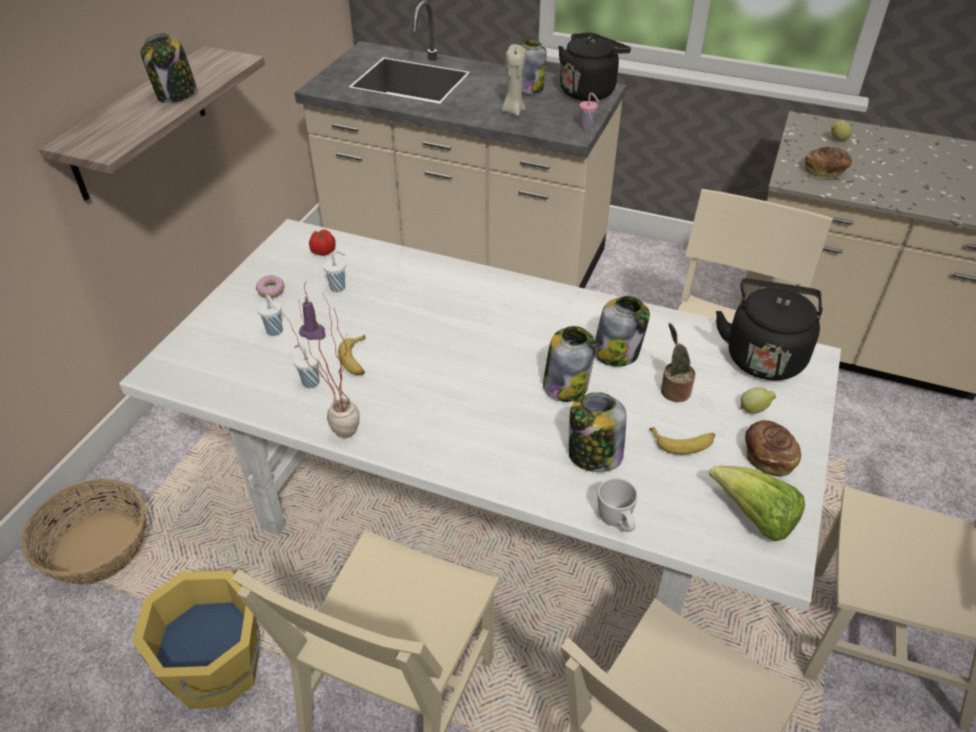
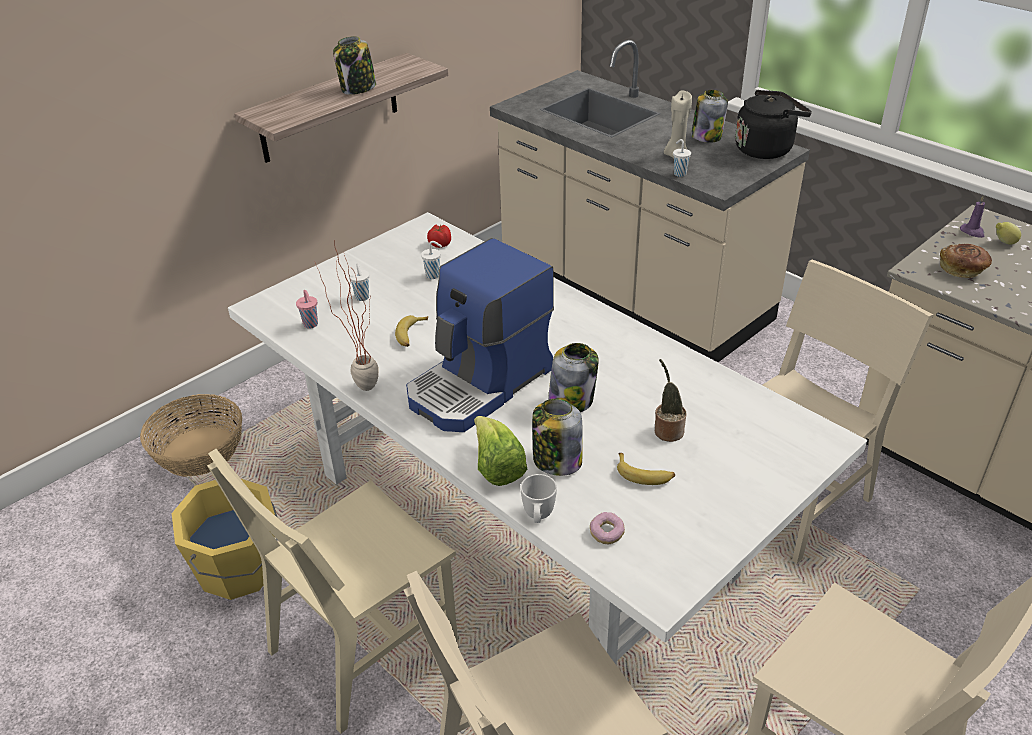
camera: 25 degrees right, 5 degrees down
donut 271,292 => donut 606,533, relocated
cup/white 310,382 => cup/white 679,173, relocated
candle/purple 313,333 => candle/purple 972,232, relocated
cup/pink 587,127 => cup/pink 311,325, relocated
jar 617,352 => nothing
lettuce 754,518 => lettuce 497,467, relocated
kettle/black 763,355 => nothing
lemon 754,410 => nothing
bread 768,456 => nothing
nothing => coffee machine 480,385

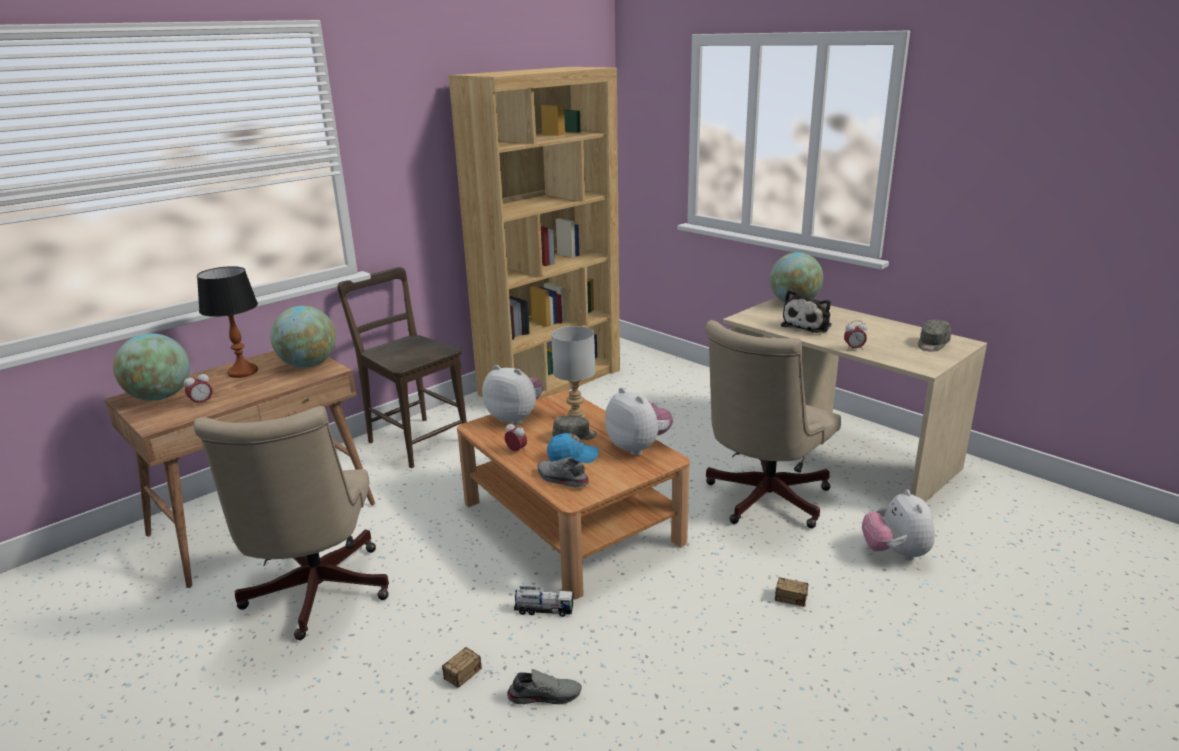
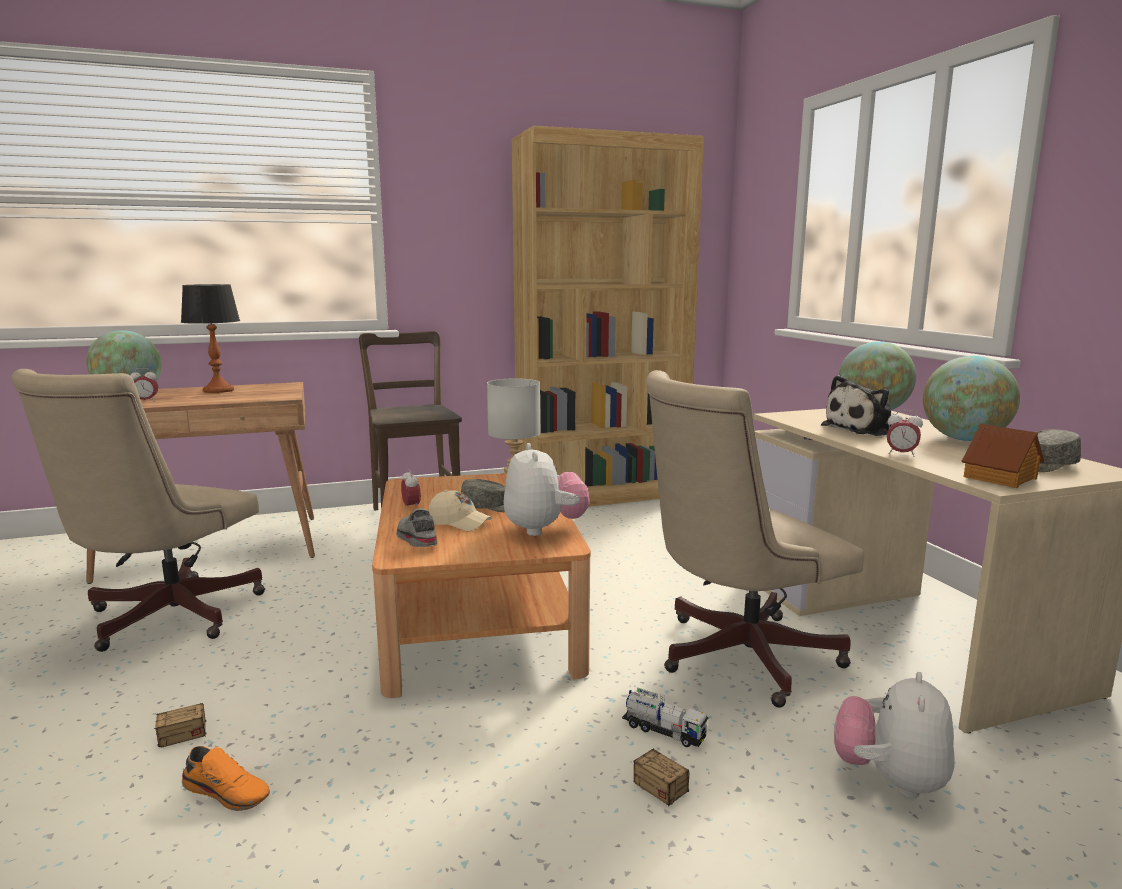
camera: 25 degrees right, 10 degrees down
globe 308,365 => globe 964,439, relocated
plush toy 515,418 => nothing
shoe/grey 544,695 => shoe/orange 228,791
toy truck 544,610 => toy truck 664,731, relocated
cap/blue 573,457 => cap/beige 459,523
nothing => toy house 1001,478

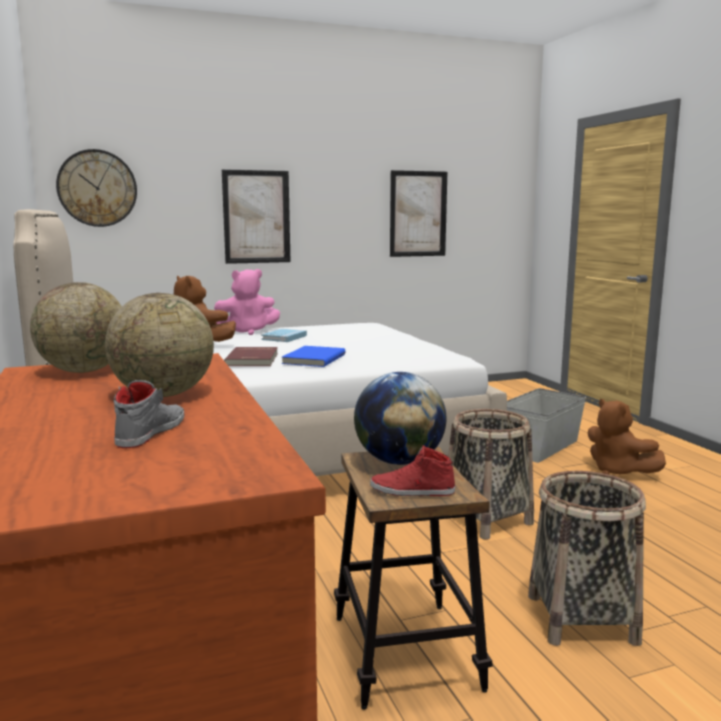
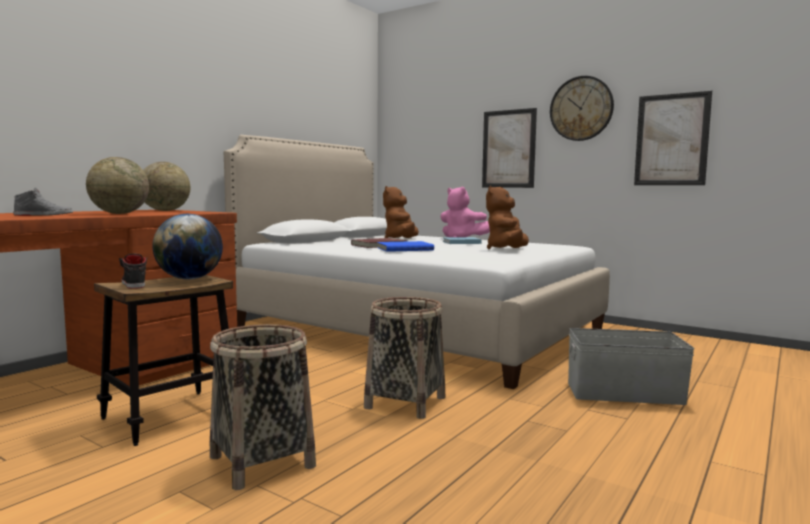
camera: 55 degrees right, 5 degrees down
wall clock 97,188 => wall clock 581,108, relocated
shoe/red 412,490 => shoe/black 134,284
plush toy/brown 618,471 => plush toy/brown 506,250, relocated

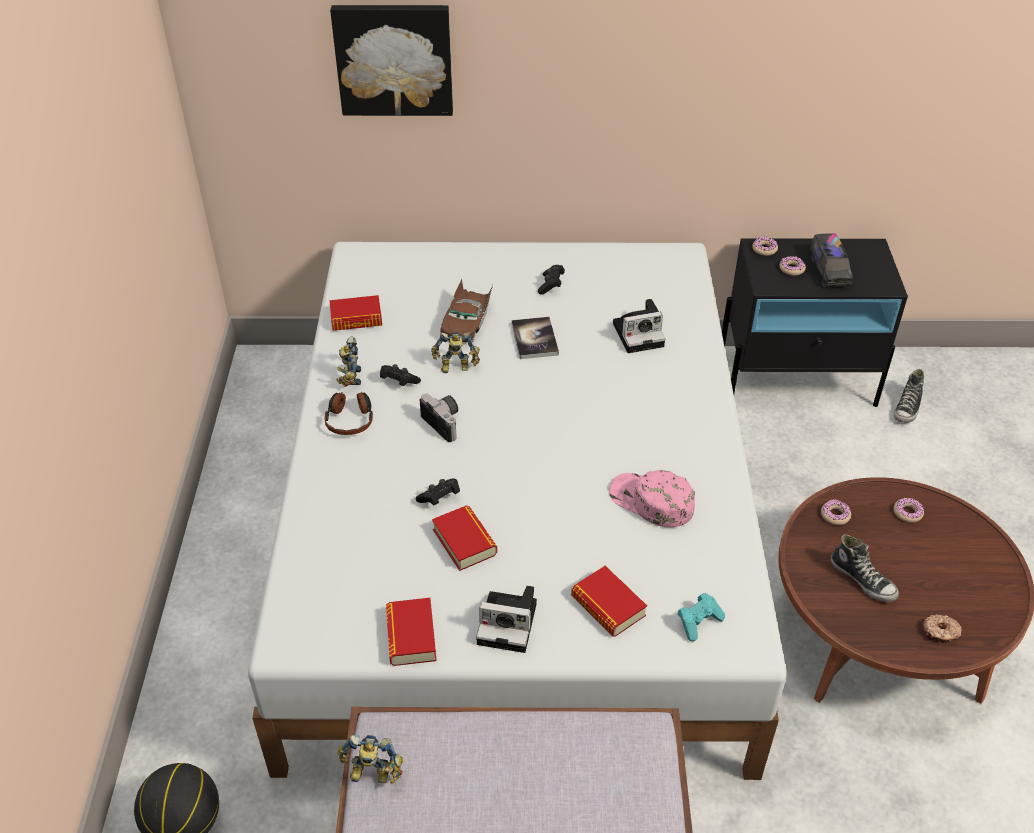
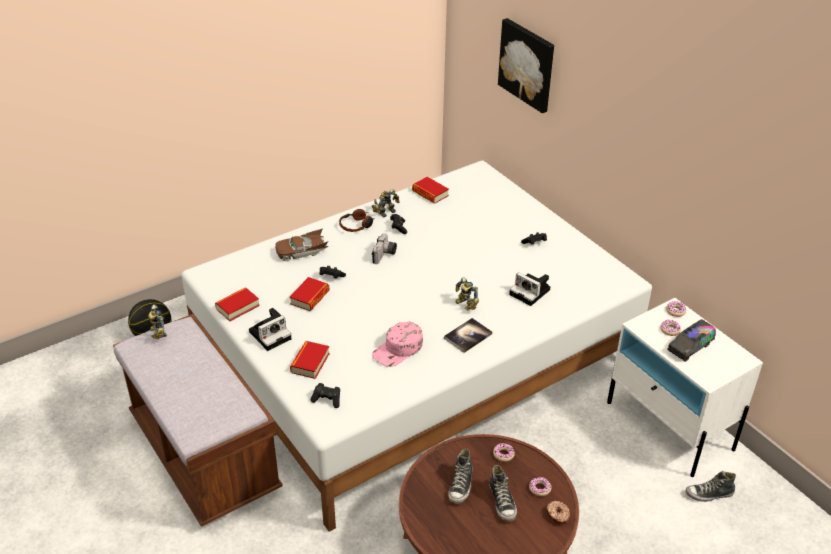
camera: 55 degrees right, 5 degrees down
toy robot 456,368 => toy robot 464,305, relocated
toy car/brown 467,322 => toy car/brown 301,252, relocated
photo camera 510,623 => photo camera 271,334, 105 degrees counterclockwise
book 534,339 => book 468,336, relocated
cap/pink 651,501 => cap/pink 398,349, 135 degrees counterclockwise
game controller/turquoise 698,622 => game controller/black 327,400
nightstand/black 797,380 => nightstand/white 670,426
donut 940,632 => donut 557,515, relocated
nothing => shoe 502,502

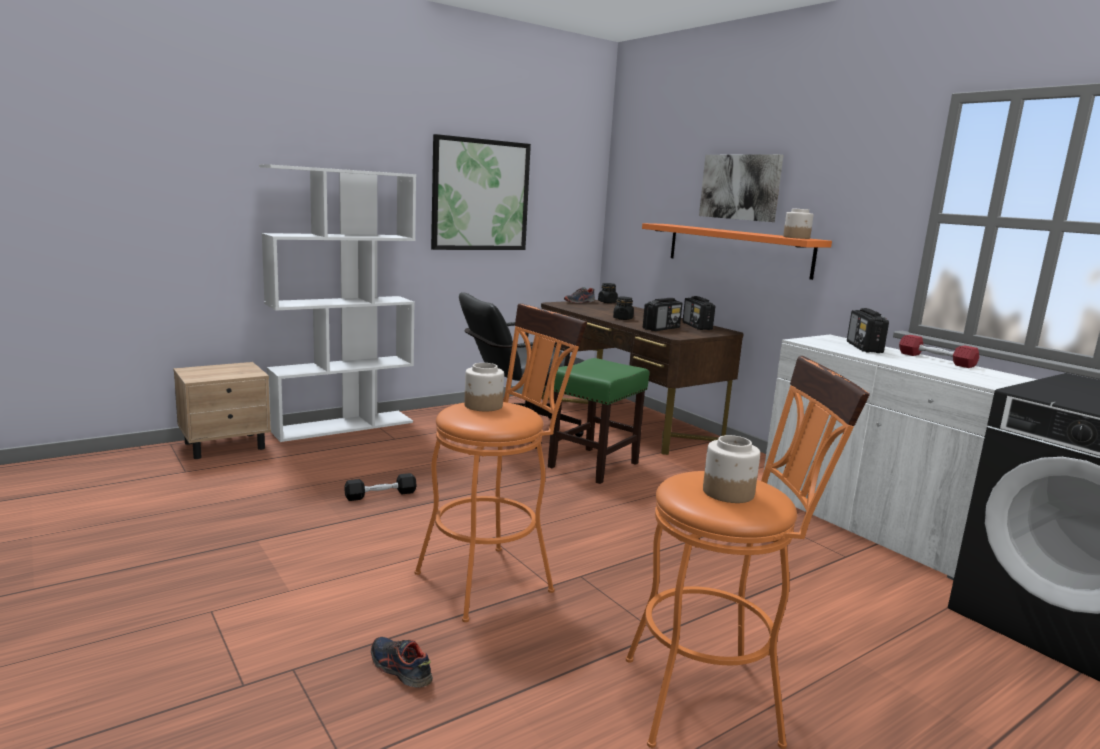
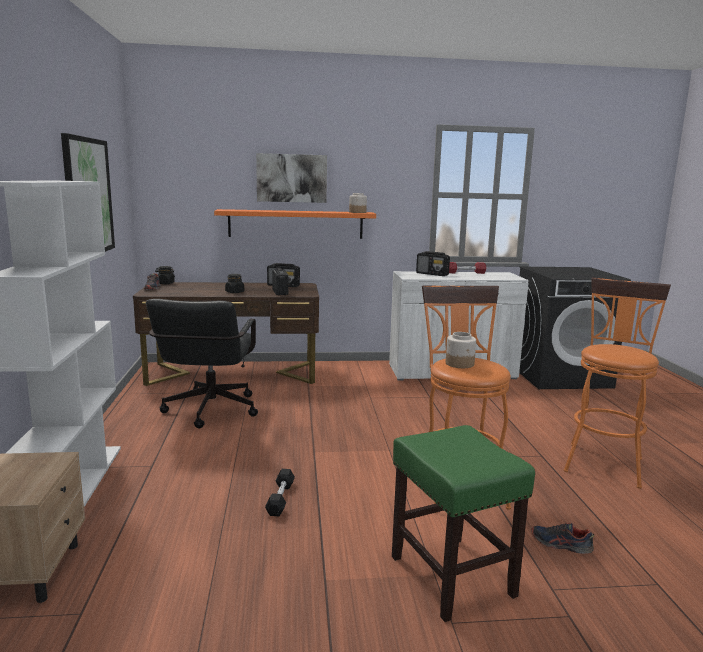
camera: 60 degrees left, 0 degrees up
shoe 400,669 => shoe 561,544, 45 degrees clockwise
stool/green 594,465 => stool/green 450,575, relocated
jar 727,493 => nothing

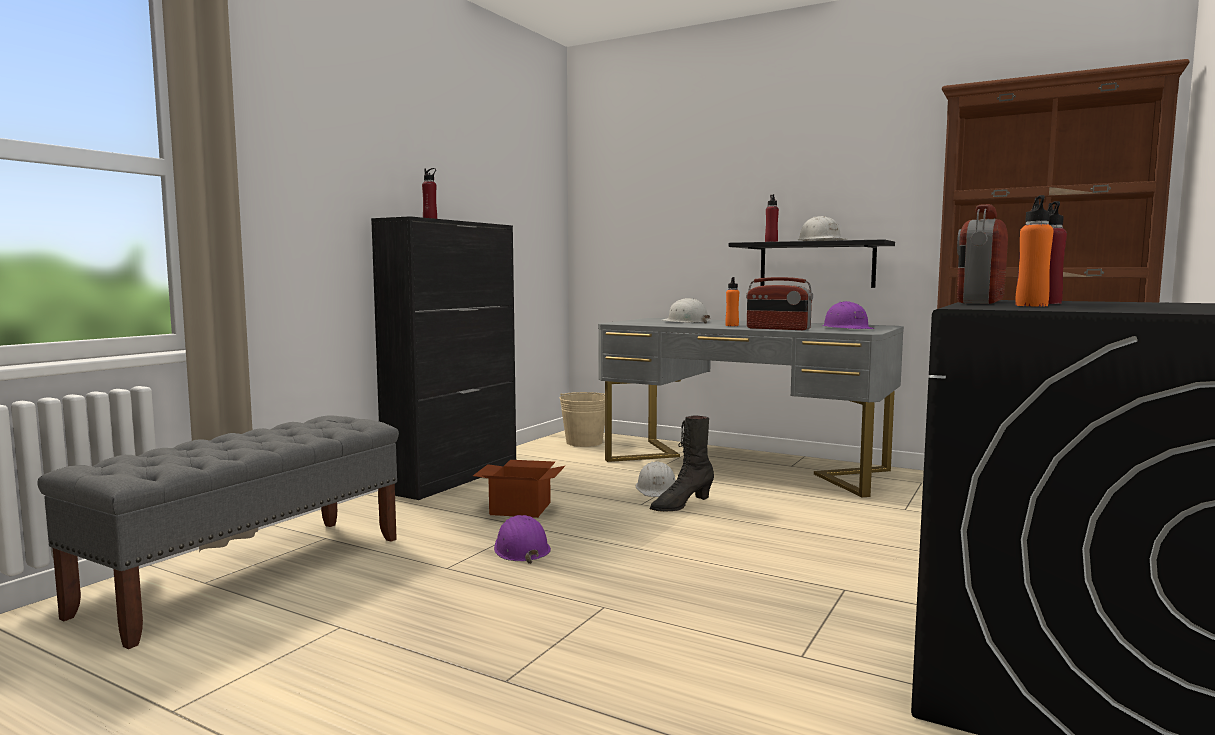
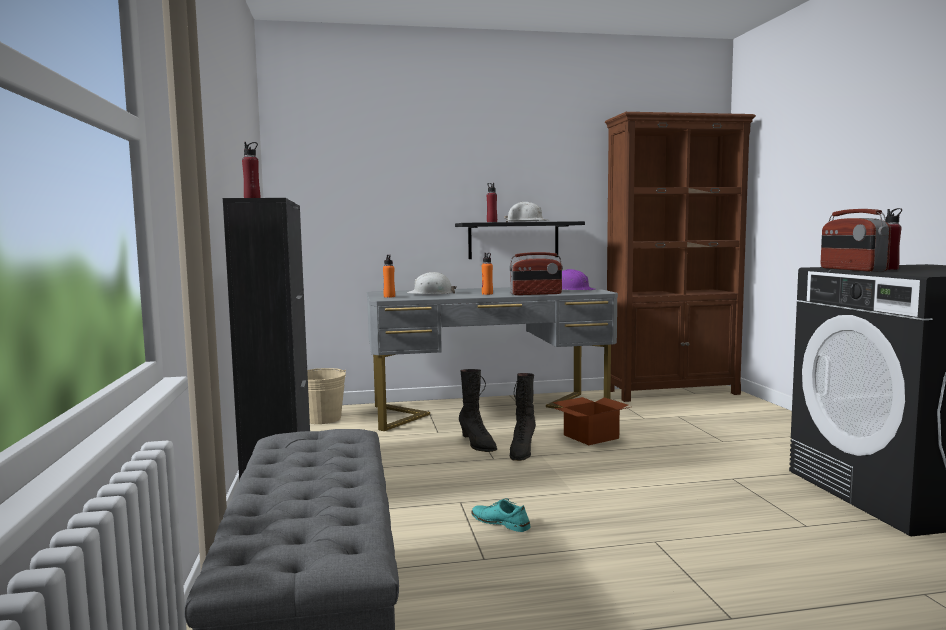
camera: 40 degrees left, 0 degrees up
cardboard box 522,508 => cardboard box 591,436, relocated
hard hat/purple 520,550 => shoe/turquoise 500,522
hard hat/white 657,490 => boot/black 477,444
bottle/orange 1031,305 => bottle/orange 389,297, relocated

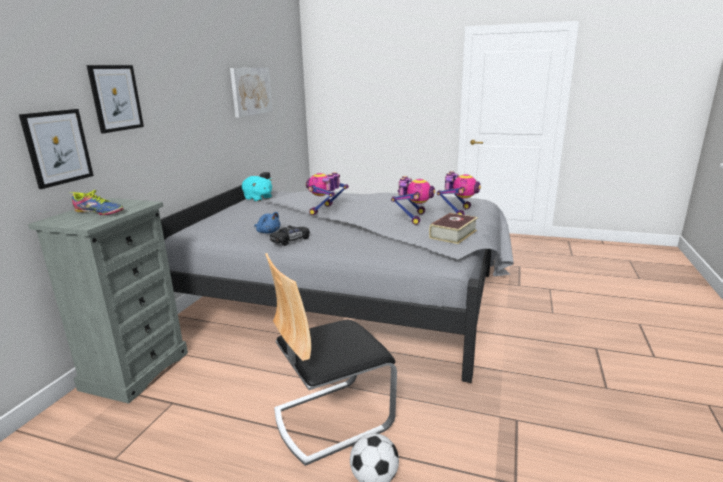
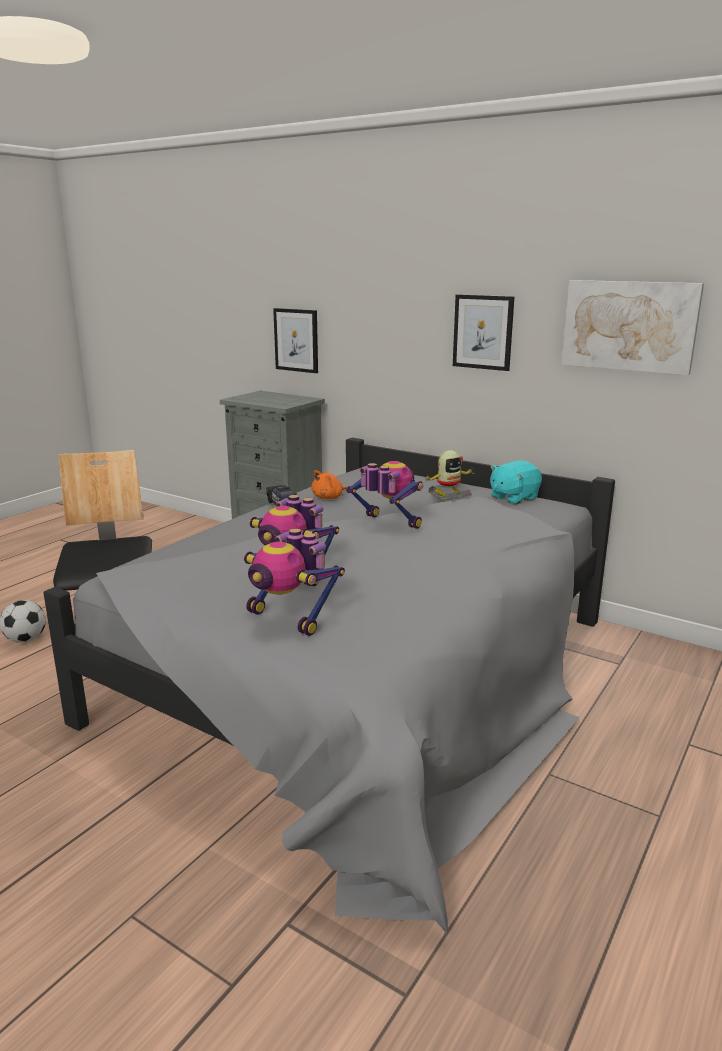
camera: 105 degrees right, 0 degrees up
shoe 99,212 => nothing
picture 116,98 => picture 483,332, relocated
plush toy/blue 268,232 => plush toy/orange 329,498
book 453,234 => nothing
nothing => toy robot 448,495

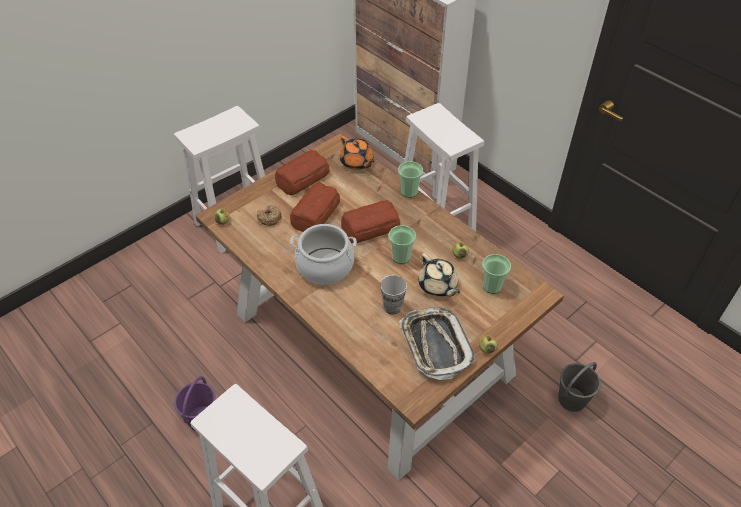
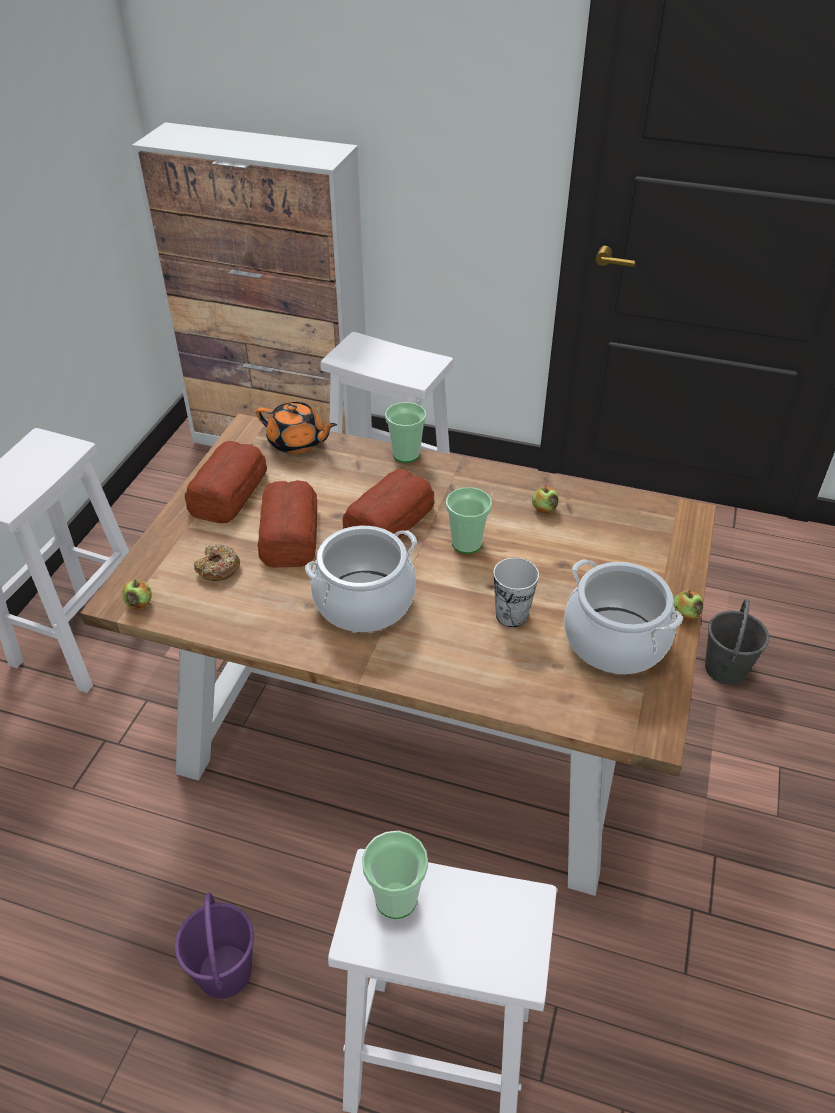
camera: 30 degrees left, 5 degrees down
tray 435,345 => cooking pot 615,641
teapot/beige 438,286 => nothing
cup 492,286 => cup 396,898, relocated

